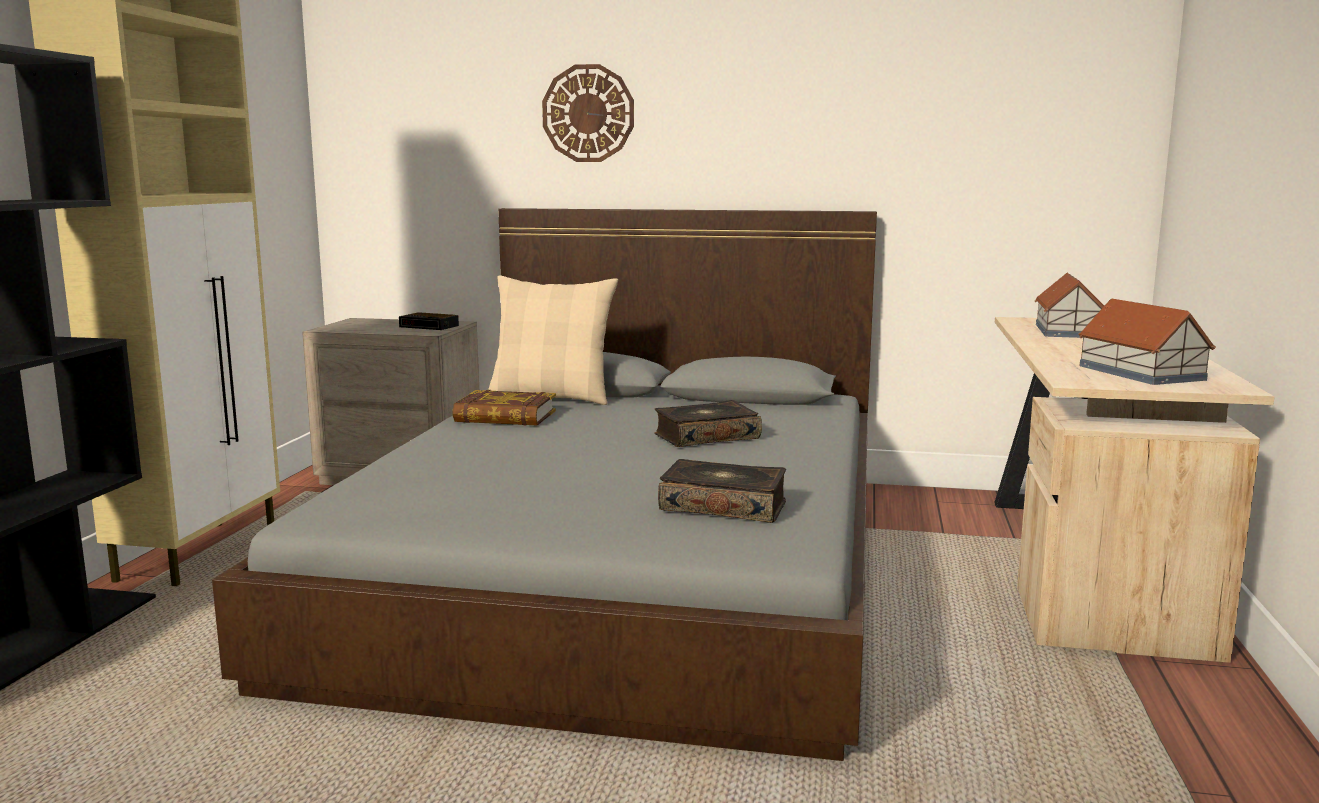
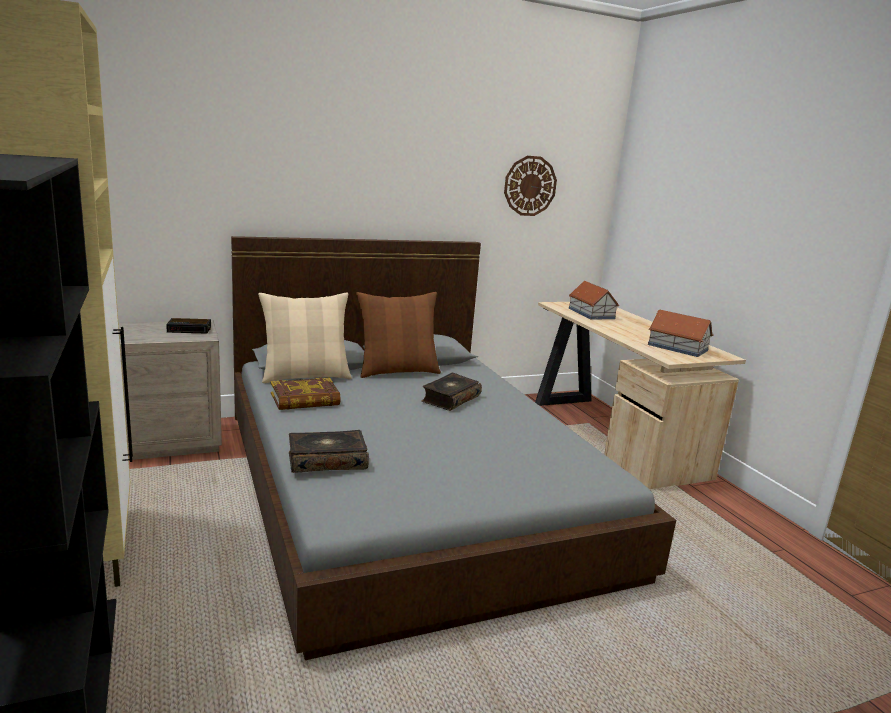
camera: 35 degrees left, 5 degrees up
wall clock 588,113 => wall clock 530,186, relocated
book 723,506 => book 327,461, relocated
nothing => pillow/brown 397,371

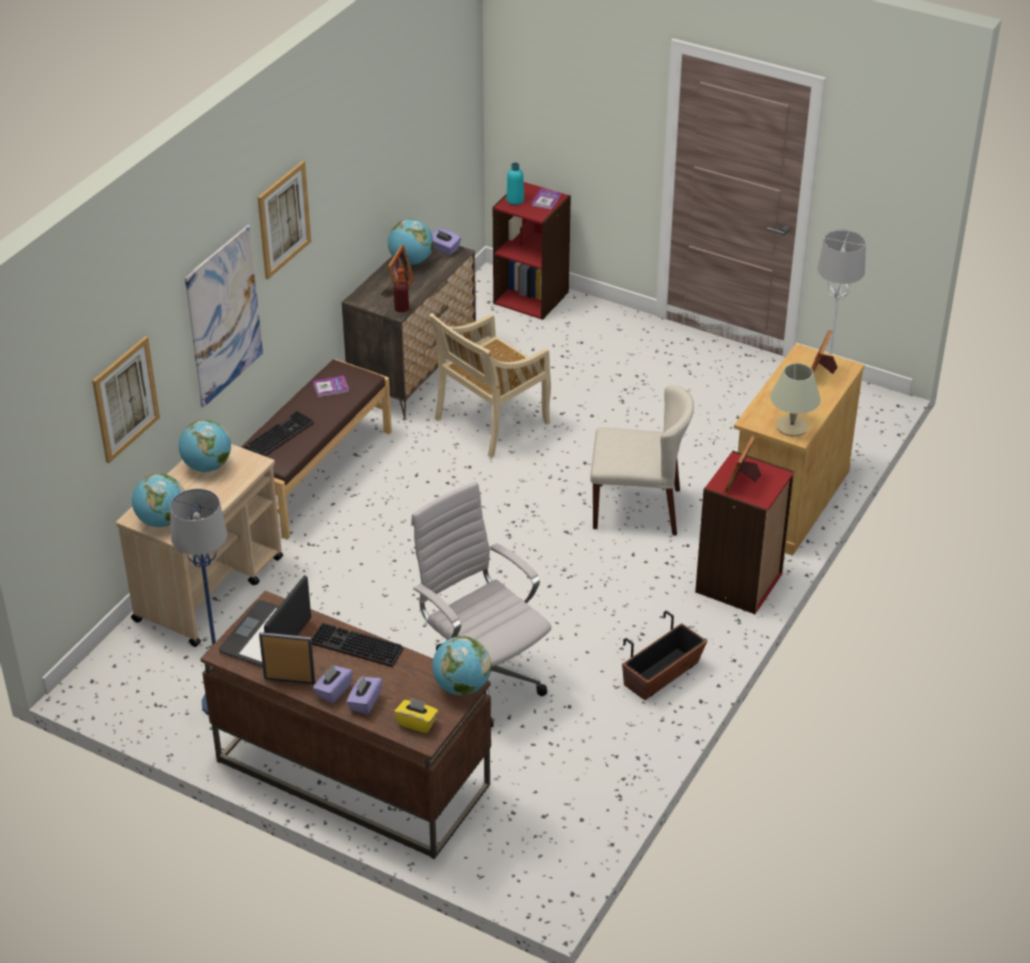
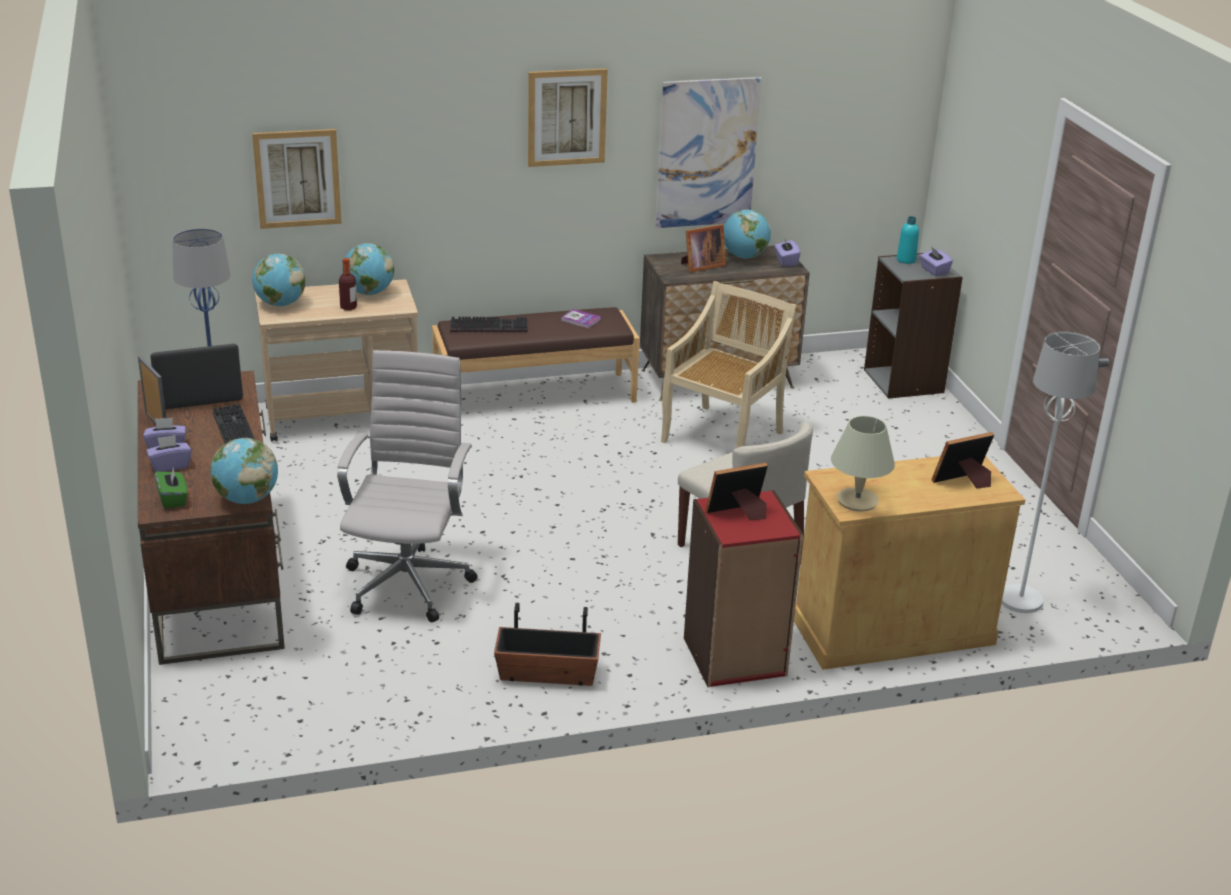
camera: 45 degrees right, 10 degrees down
picture 224,316 => picture 707,153, relocated
bottle 402,309 => bottle 348,307, relocated
tissue box/yellow 417,723 => tissue box/green 173,499
chair/beige 490,422 => chair/beige 723,436, 120 degrees clockwise
bookcase/red 531,297 => bookcase/grey 904,381
book 546,200 => tissue box/purple 934,271

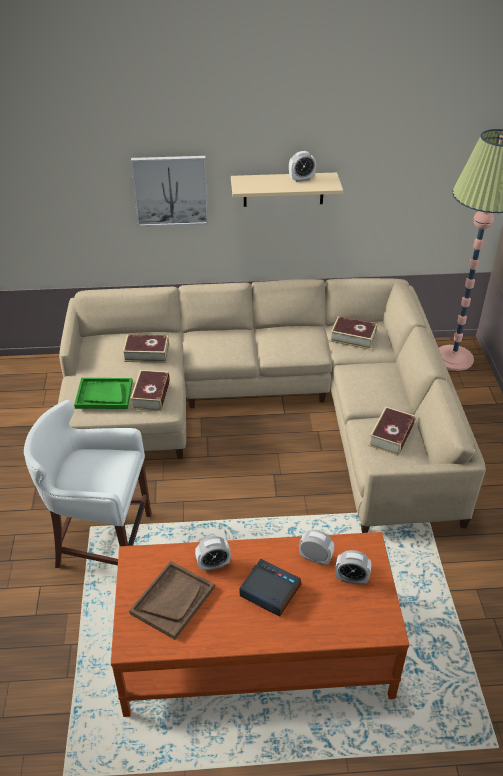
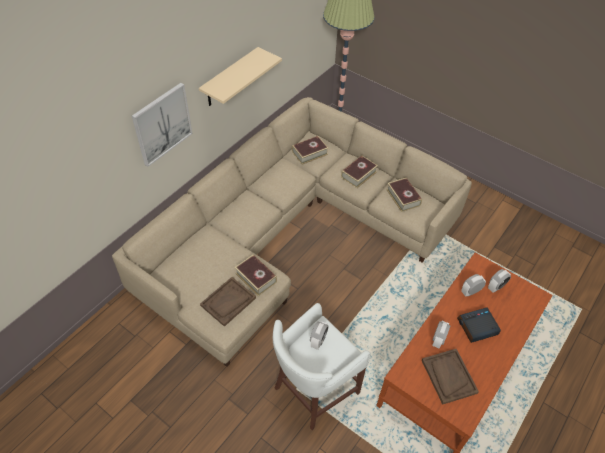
camera: 50 degrees left, 10 degrees up
tray/green 104,395 => tray/brown 228,302
book 146,353 => book 358,174, relocated
alarm clock 301,179 => alarm clock 318,340, relocated

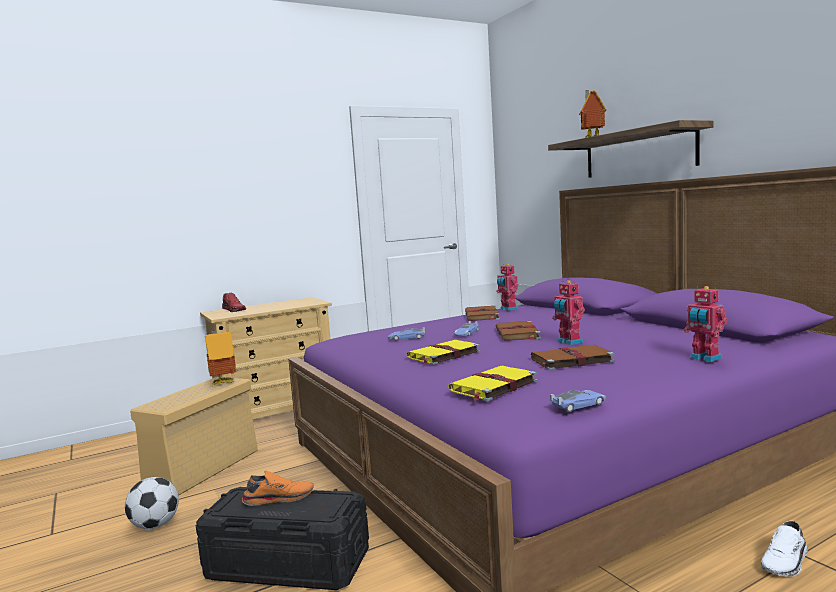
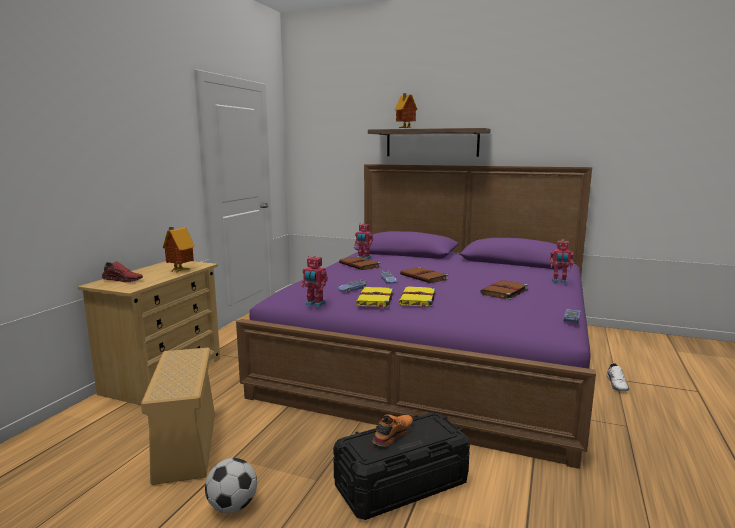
camera: 40 degrees left, 5 degrees up
toy house 223,383 => toy house 179,271, relocated
book/yellow 492,386 => book/yellow 375,299, relocated
toy robot 569,342 => toy robot 314,304, relocated

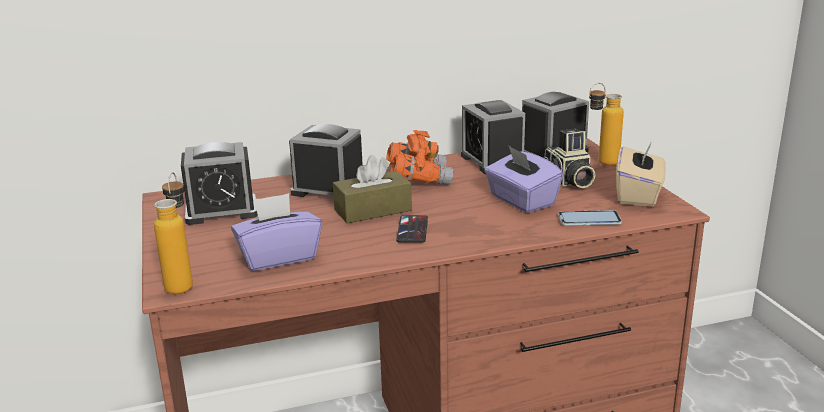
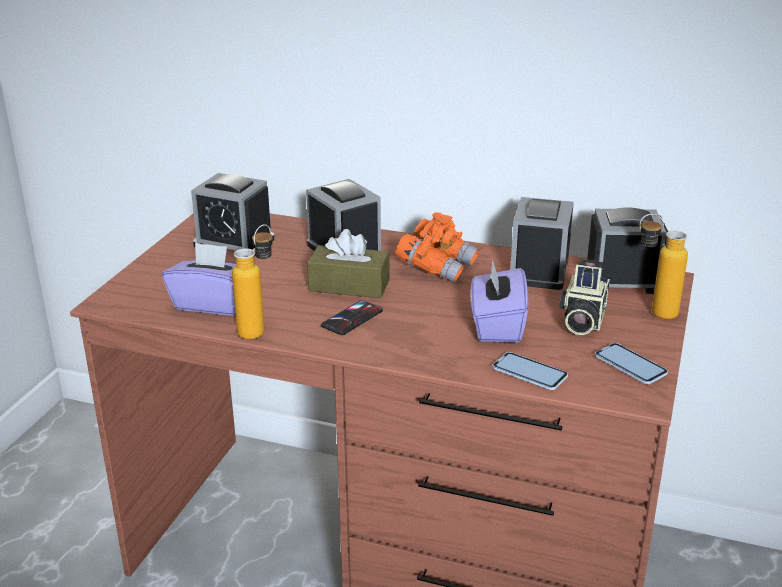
camera: 35 degrees right, 5 degrees up
bottle 182,282 => bottle 259,329, relocated
tissue box/beige 638,195 => phone 630,365

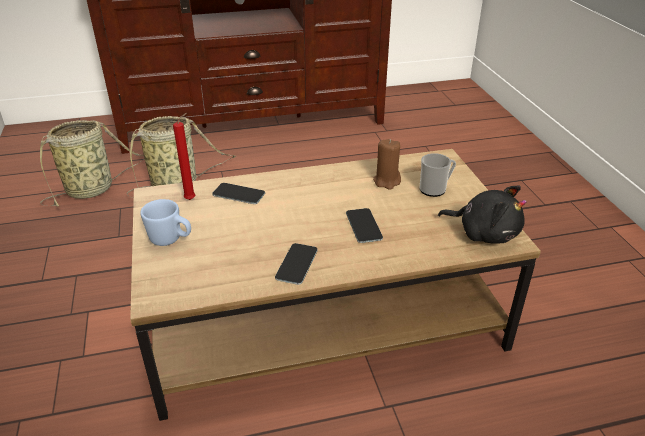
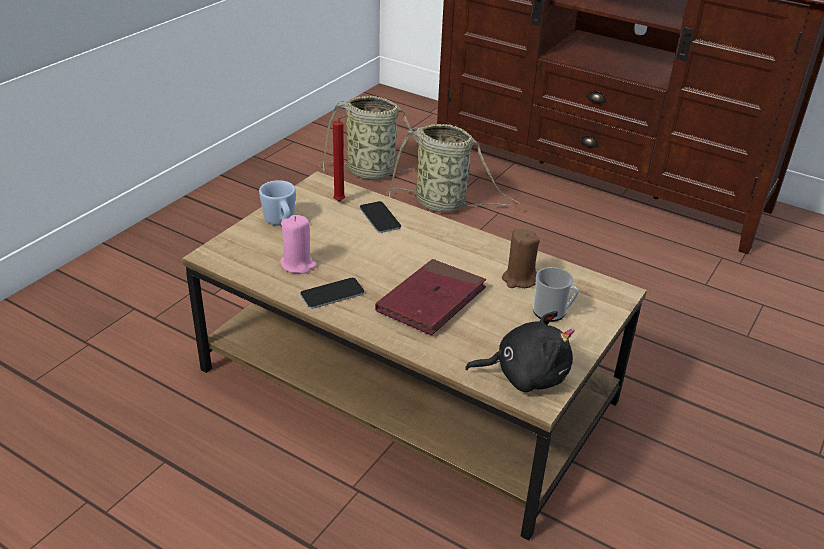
camera: 45 degrees right, 0 degrees up
phone 363,226 => book/red 431,300
plush toy/black 484,233 => plush toy/black 525,375, 75 degrees counterclockwise
nothing => candle/pink 298,265

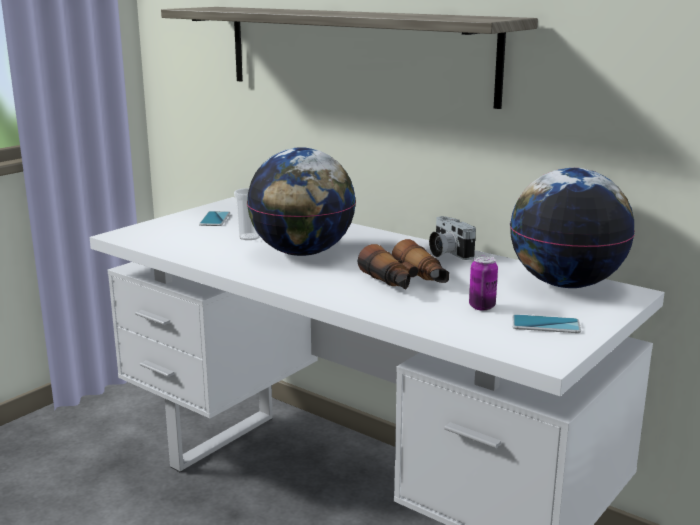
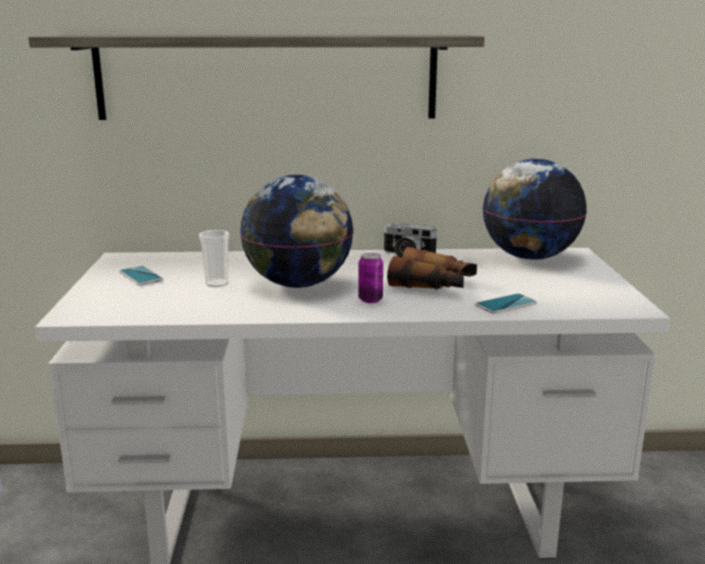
camera: 40 degrees left, 0 degrees up
can 482,306 => can 370,300, relocated
phone 545,325 => phone 506,304, relocated

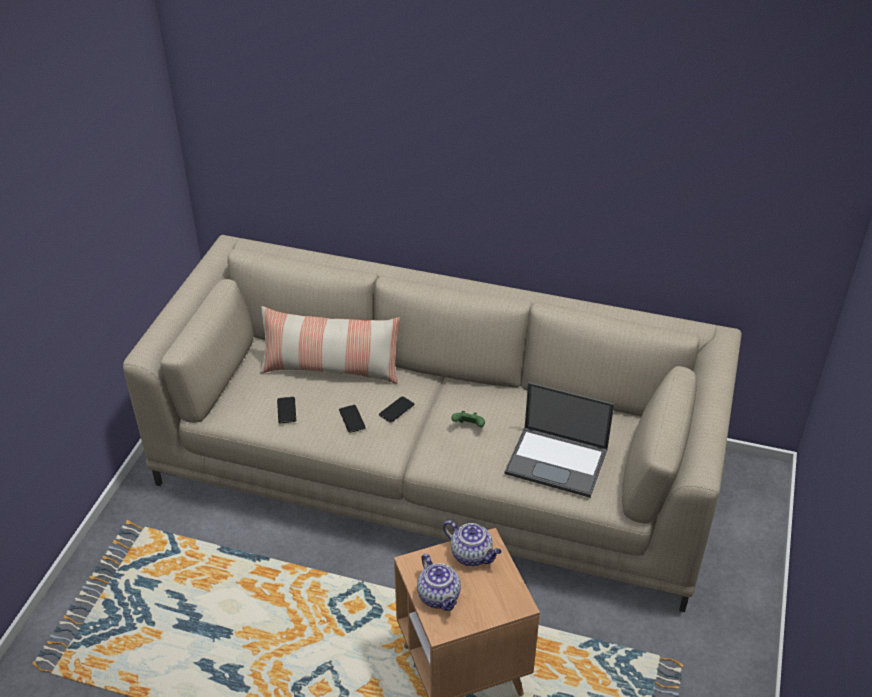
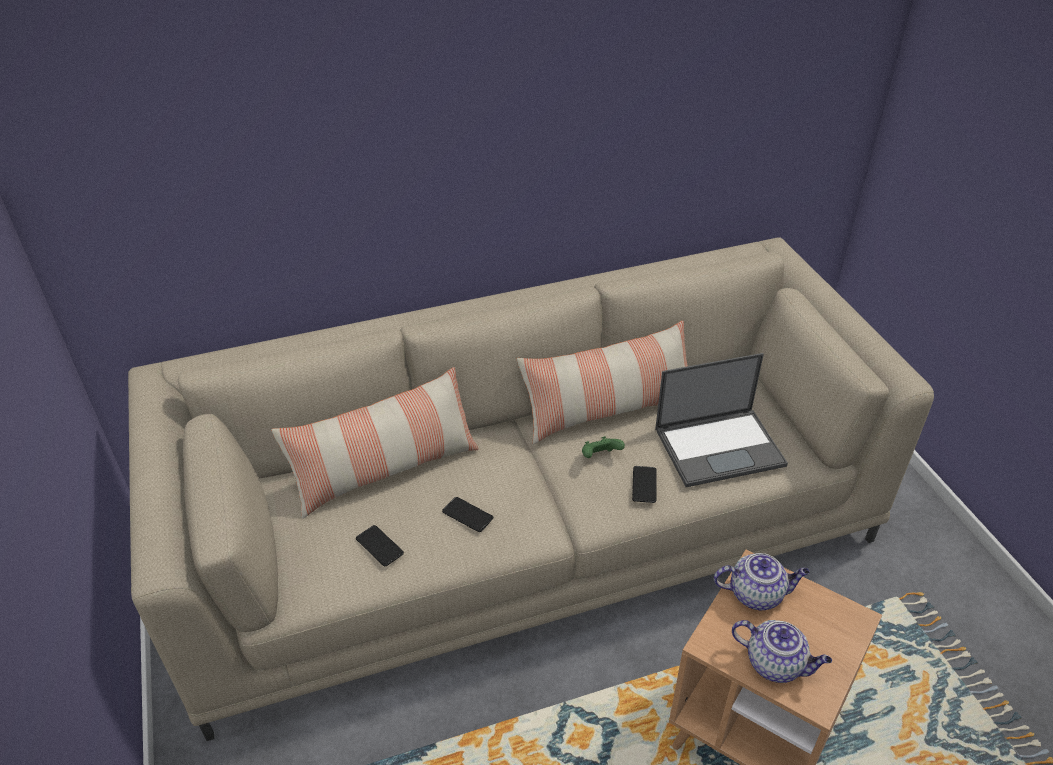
camera: 35 degrees left, 0 degrees up
phone 396,410 => phone 644,485, relocated
nothing => pillow 608,410

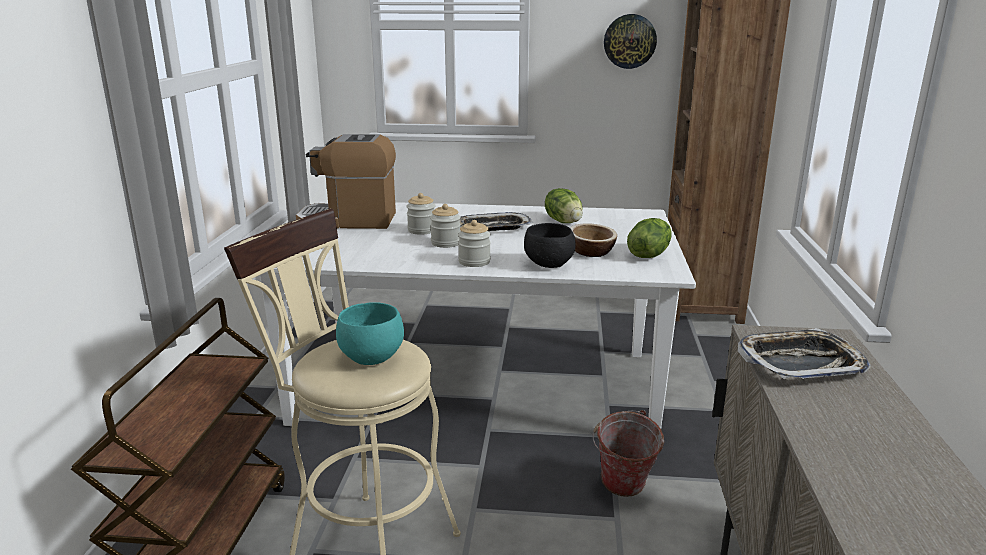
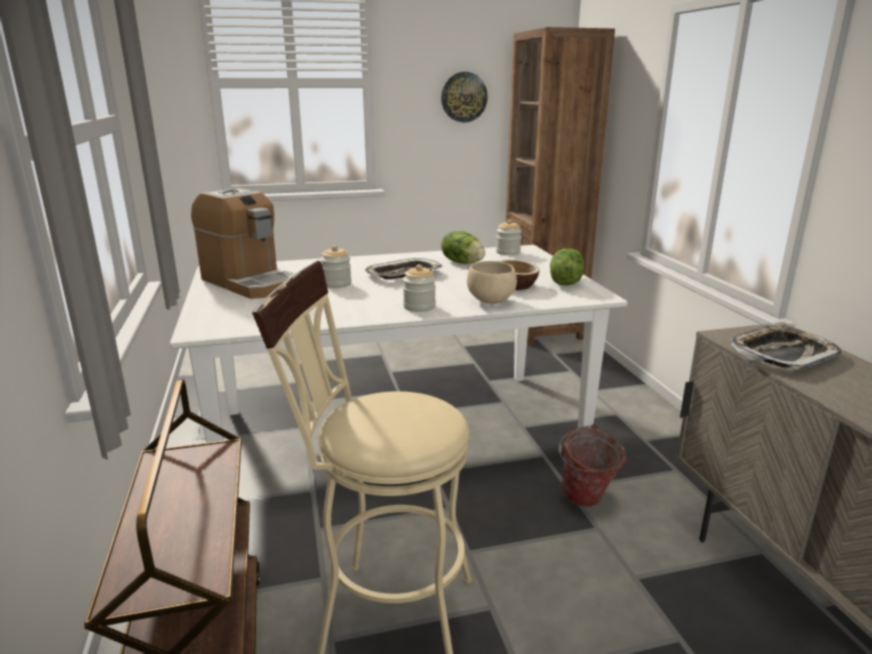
camera: 20 degrees left, 0 degrees up
coffee machine 349,220 => coffee machine 250,282, 120 degrees counterclockwise
bowl/turquoise 370,359 => nothing
jar 446,243 => jar 508,252, relocated
bowl/black 550,265 => bowl/beige 492,301

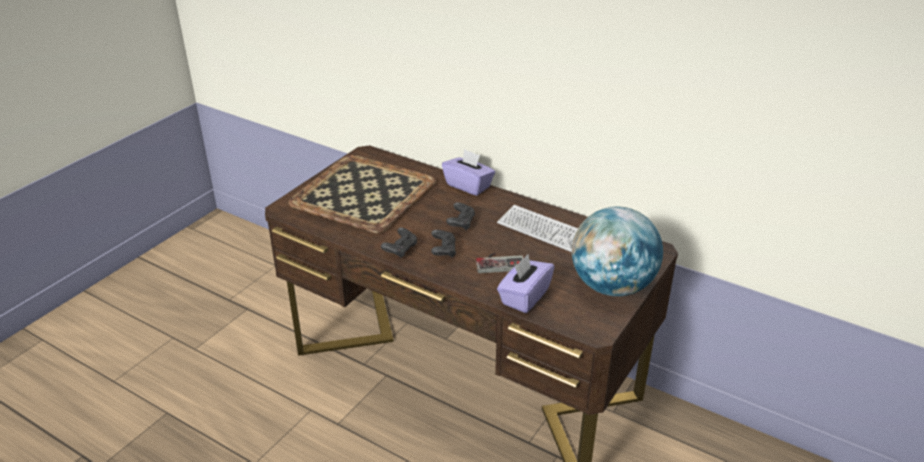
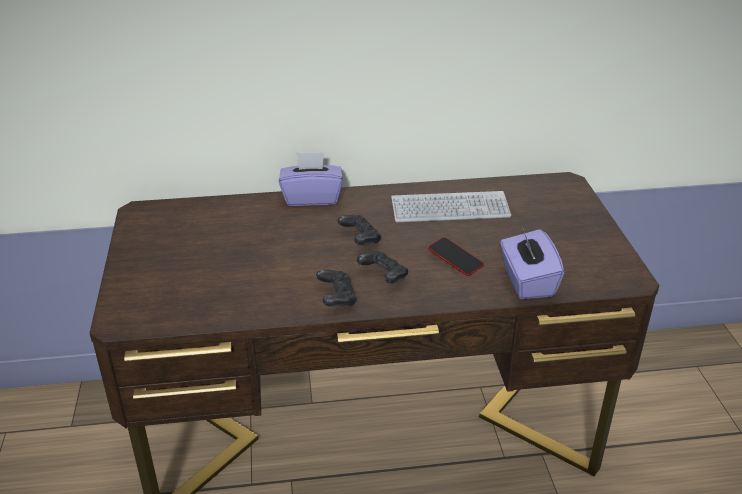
camera: 40 degrees left, 0 degrees up
tray 362,194 => nothing
game controller 499,262 => phone 455,260
globe 611,286 => nothing

